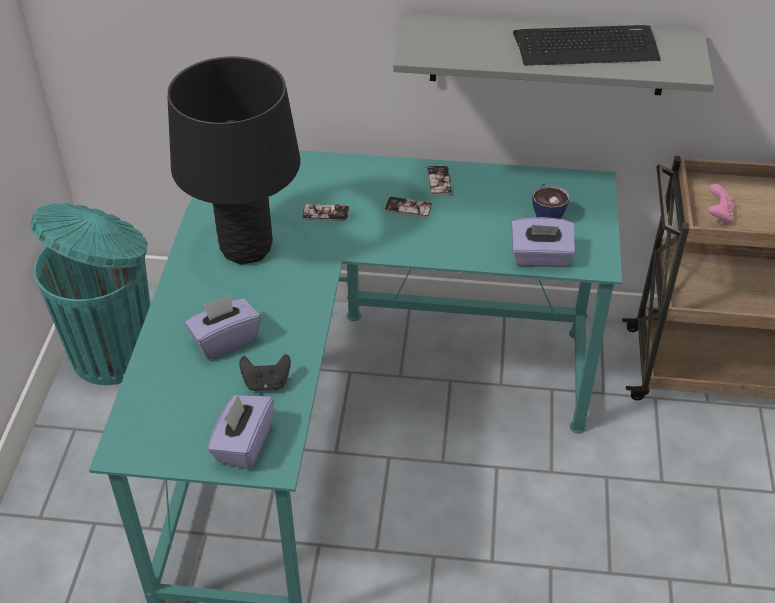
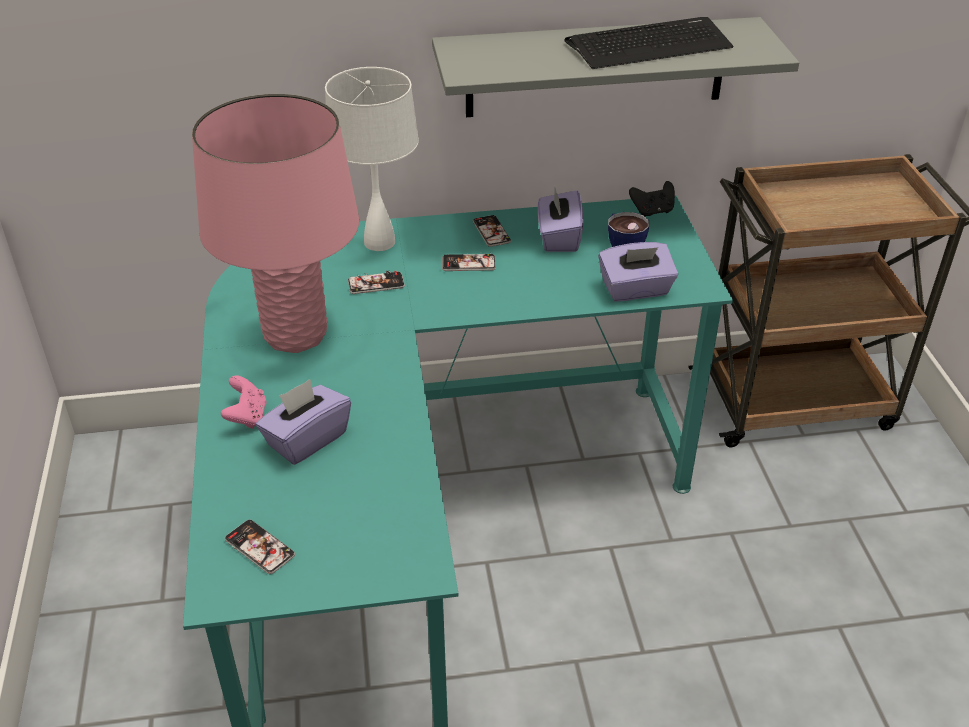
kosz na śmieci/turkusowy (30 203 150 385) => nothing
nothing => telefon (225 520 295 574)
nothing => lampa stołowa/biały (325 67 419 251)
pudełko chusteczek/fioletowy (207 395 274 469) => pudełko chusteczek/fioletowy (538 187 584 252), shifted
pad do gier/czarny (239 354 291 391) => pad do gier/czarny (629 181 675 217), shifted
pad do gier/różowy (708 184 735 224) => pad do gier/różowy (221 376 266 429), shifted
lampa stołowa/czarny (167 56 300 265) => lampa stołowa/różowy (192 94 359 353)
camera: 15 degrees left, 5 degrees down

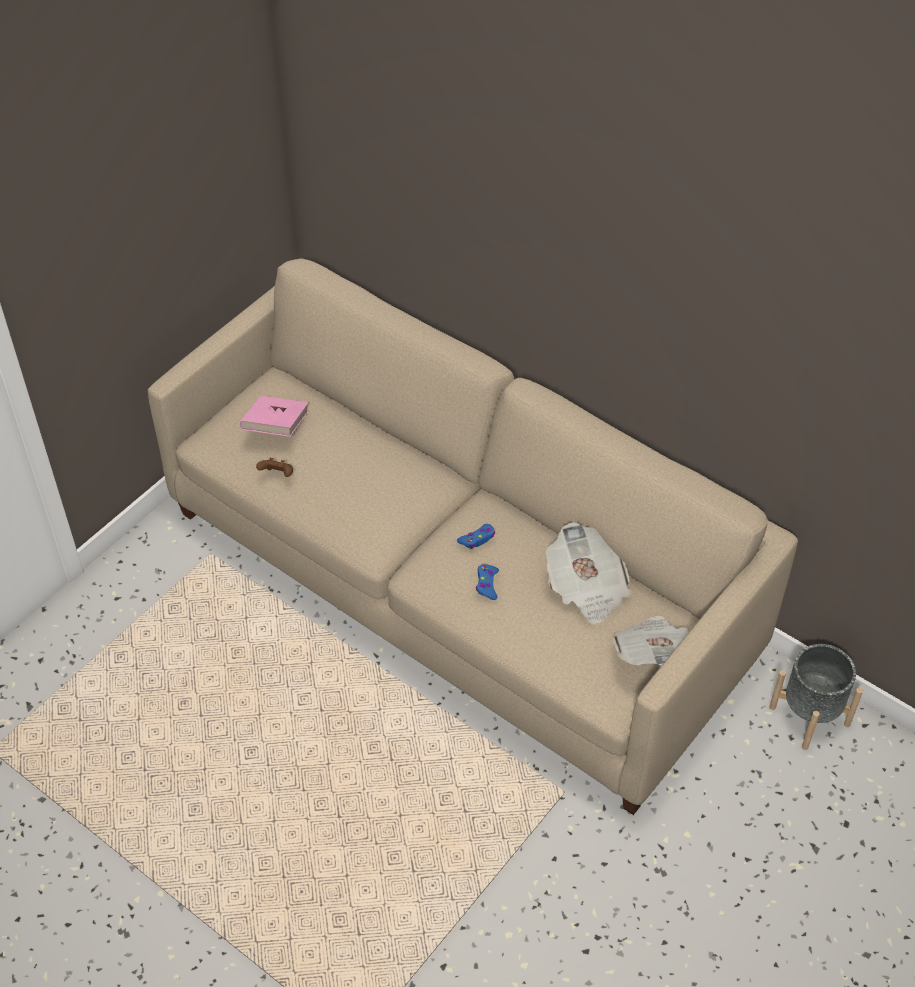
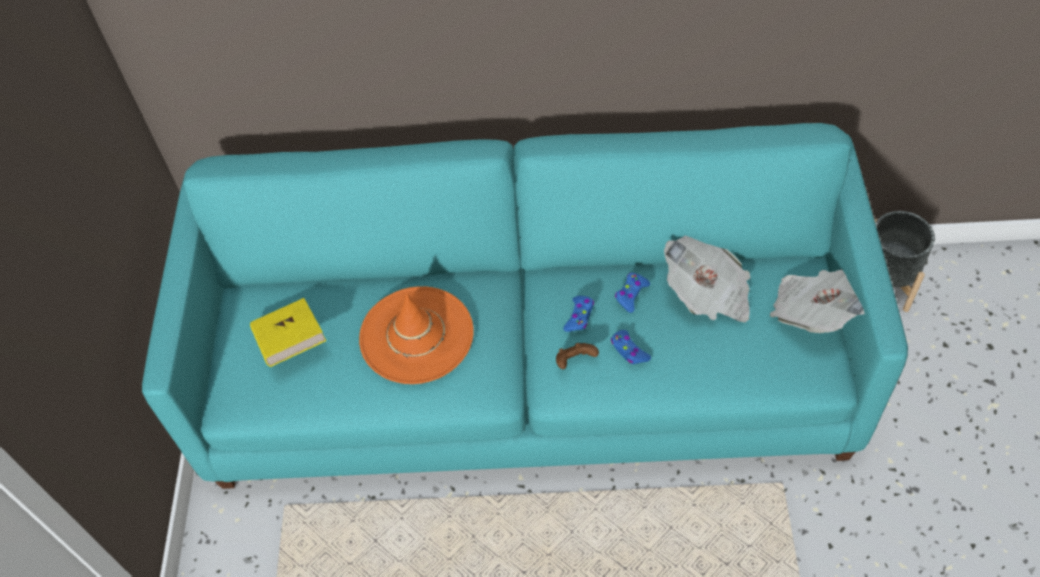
nothing => kapelusz/pomarańczowy (359 286 474 384)
nothing => pad do gier/niebieski (615 273 650 313)
pad do gier/brązowy (256 458 293 477) => pad do gier/brązowy (556 343 599 369), shifted
kanapa/beżowy (148 259 798 815) => kanapa/turkusowy (142 123 908 489)
książka/różowy (239 396 308 437) => książka/żółty (250 298 326 367)
camera: 35 degrees left, 5 degrees up

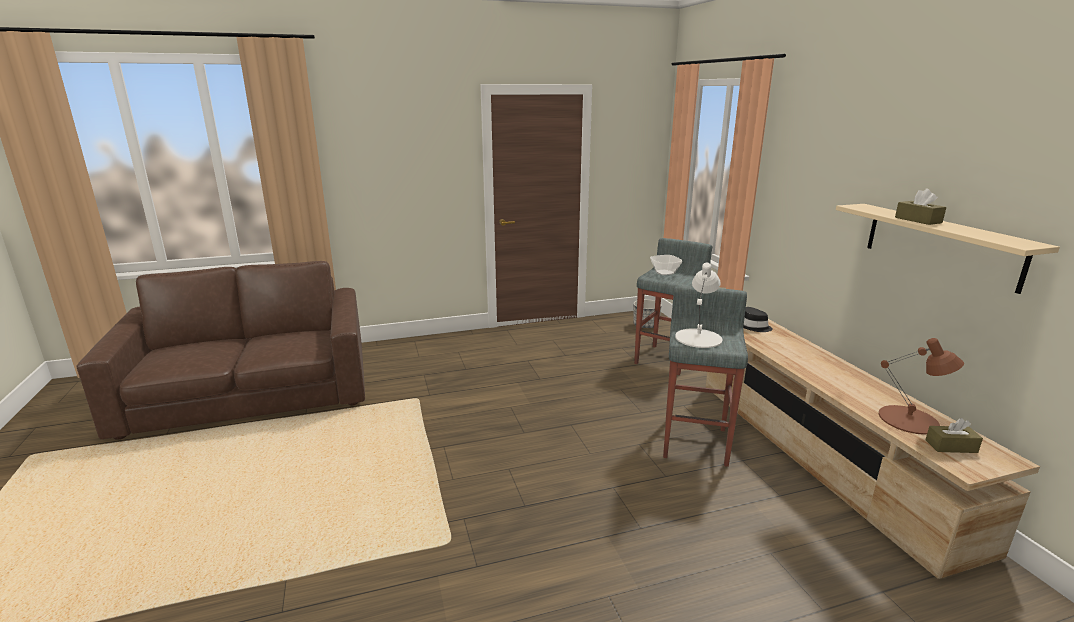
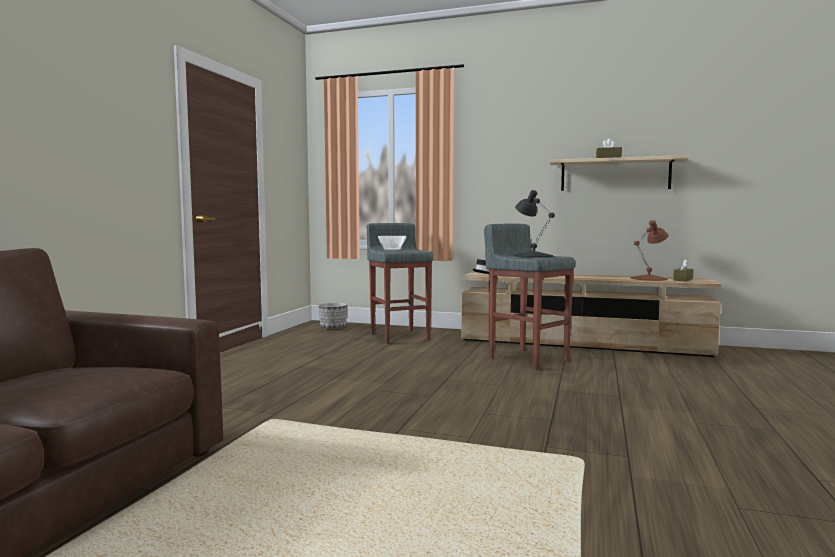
lampa stołowa/biały (675 263 722 348) => lampa stołowa/czarny (514 190 555 258)
camera: 55 degrees left, 15 degrees down

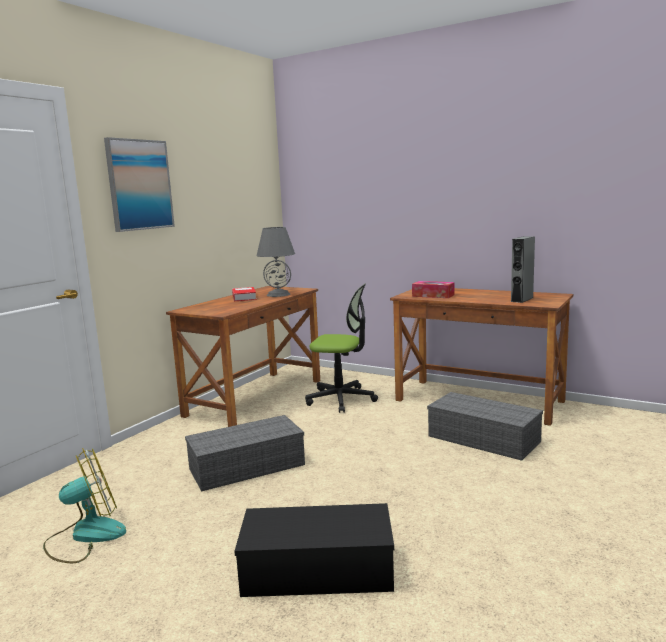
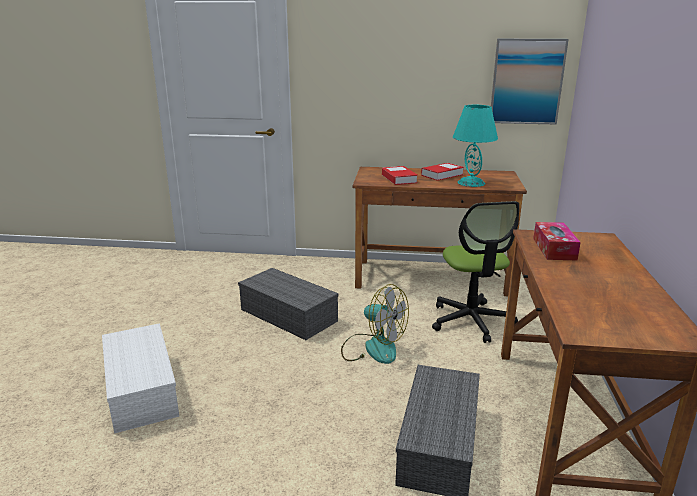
głośnik/szary (511 236 535 303) => nothing
nothing => książka (382 166 418 185)
wentylator (43 448 126 563) => wentylator (341 284 409 364), shifted
obraz (104 137 175 232) => obraz (491 39 569 125), shifted
pojemnik do przechowywania/czarny (234 503 394 597) => pojemnik do przechowywania/biały (102 323 179 434)
lampa stołowa/szary (256 227 295 297) => lampa stołowa/turkusowy (453 105 498 187)
camera: 65 degrees right, 10 degrees up

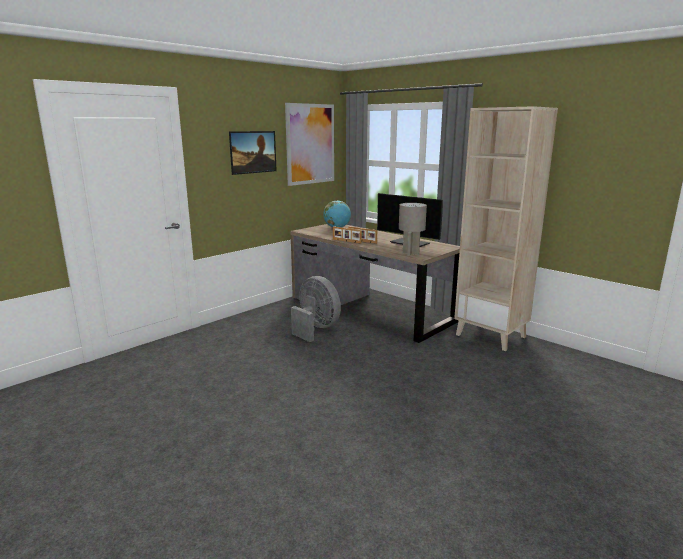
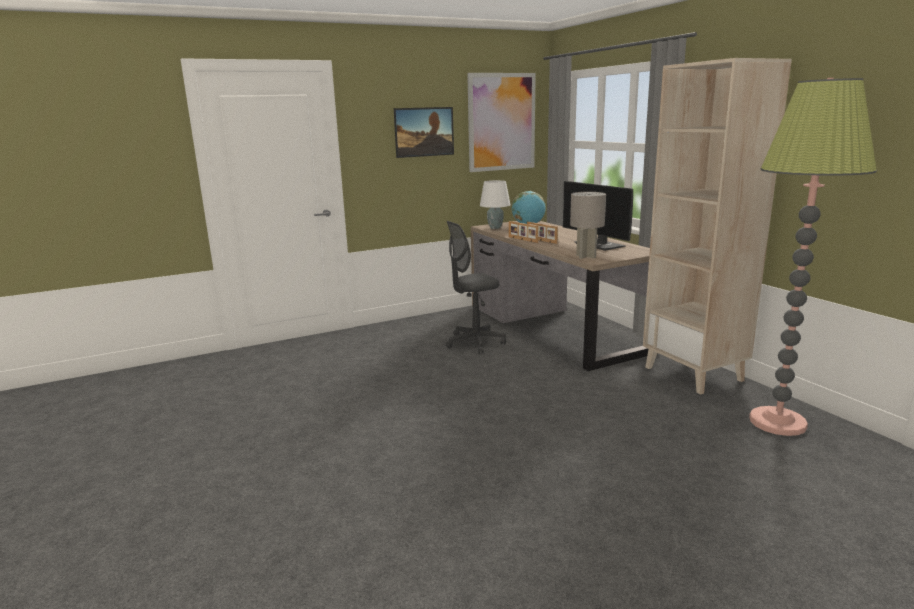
nothing => lampa stołowa/biały (480 180 510 229)
nothing => lampa stojąca (749 78 877 436)
wentylator/szary (291 276 341 342) => krzesło biurowe/szary (446 221 506 354)
camera: 20 degrees right, 0 degrees up

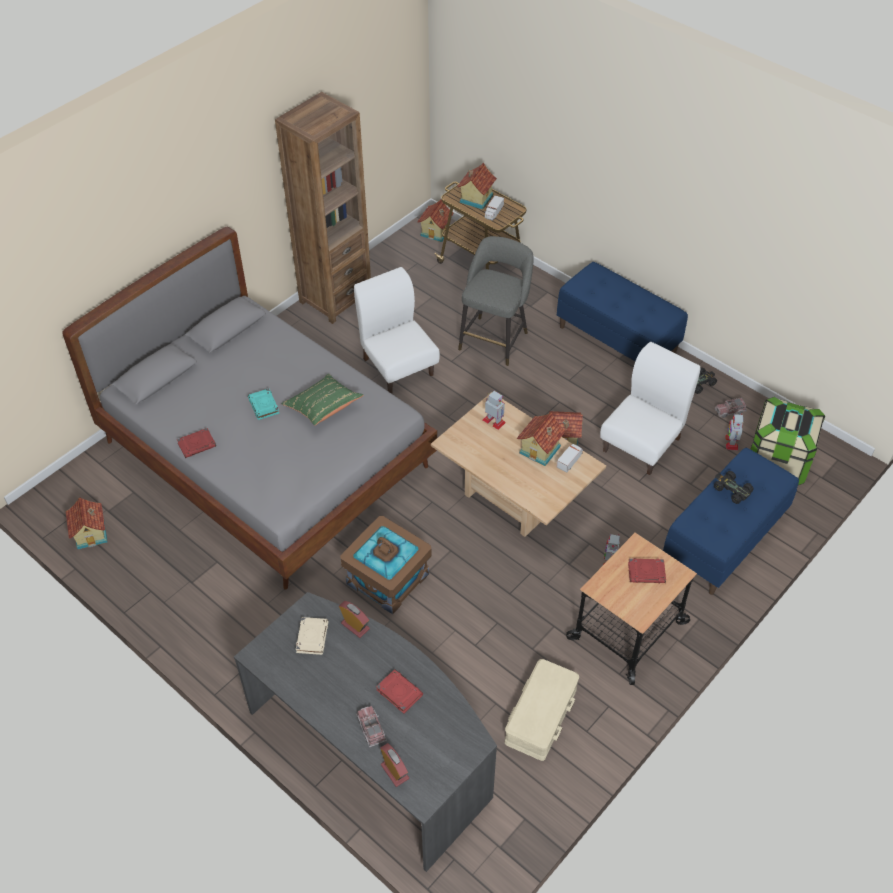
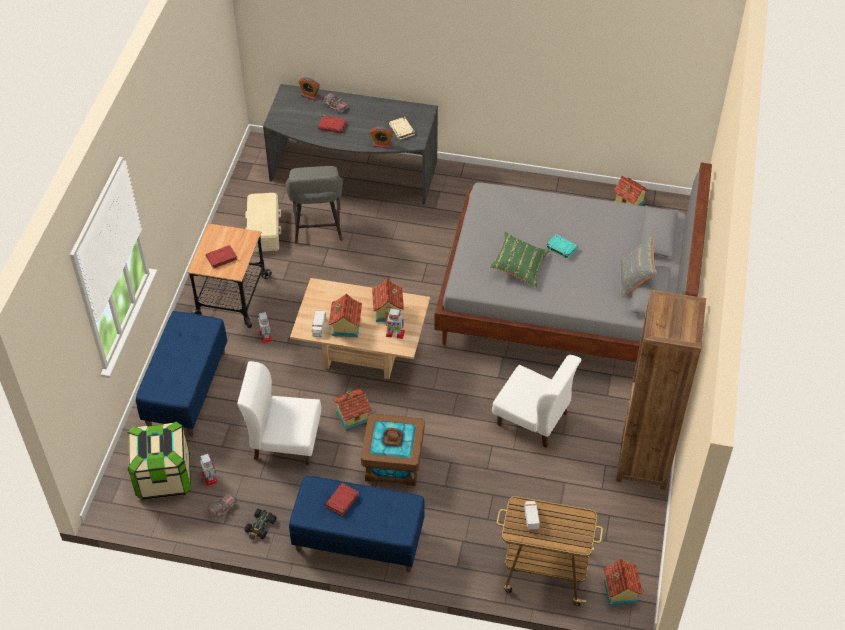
samochodzik/czarny (714 471 753 504) => nothing
nothing => poduszka/szary (621 234 657 298)
książka/czerwony (177 428 216 458) => książka/czerwony (325 483 359 516), shifted
pojemnik do przechowywania/brązowy (340 516 432 614) => pojemnik do przechowywania/brązowy (361 414 425 486), shifted
domek (457 163 497 209) => domek (372 279 404 322), shifted
stołek/szary (458 236 534 366) => stołek/szary (286 166 343 244), shifted
krzesło/biały (600 342 700 475) => krzesło/biały (237 361 321 465), 90 degrees clockwise
camera: 150 degrees right, 0 degrees up

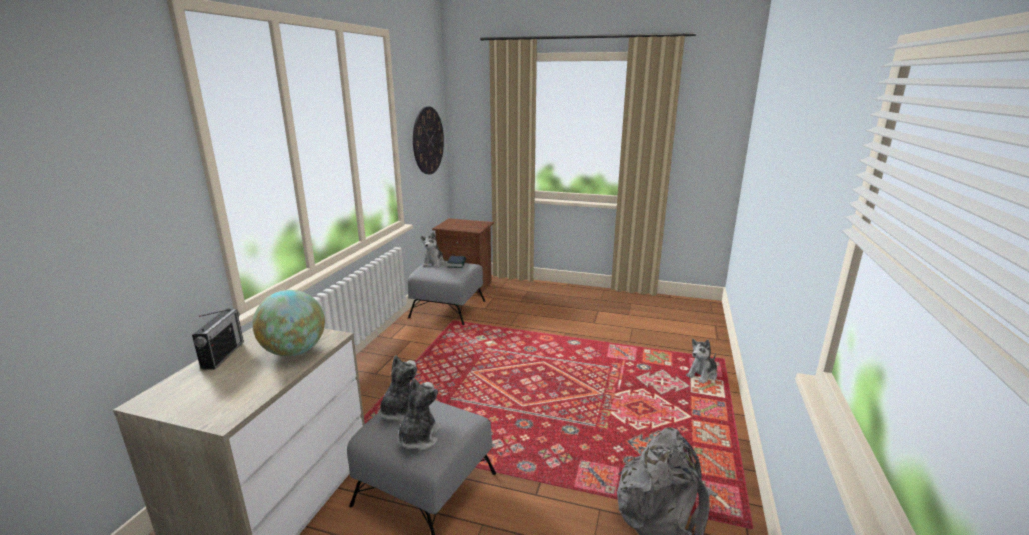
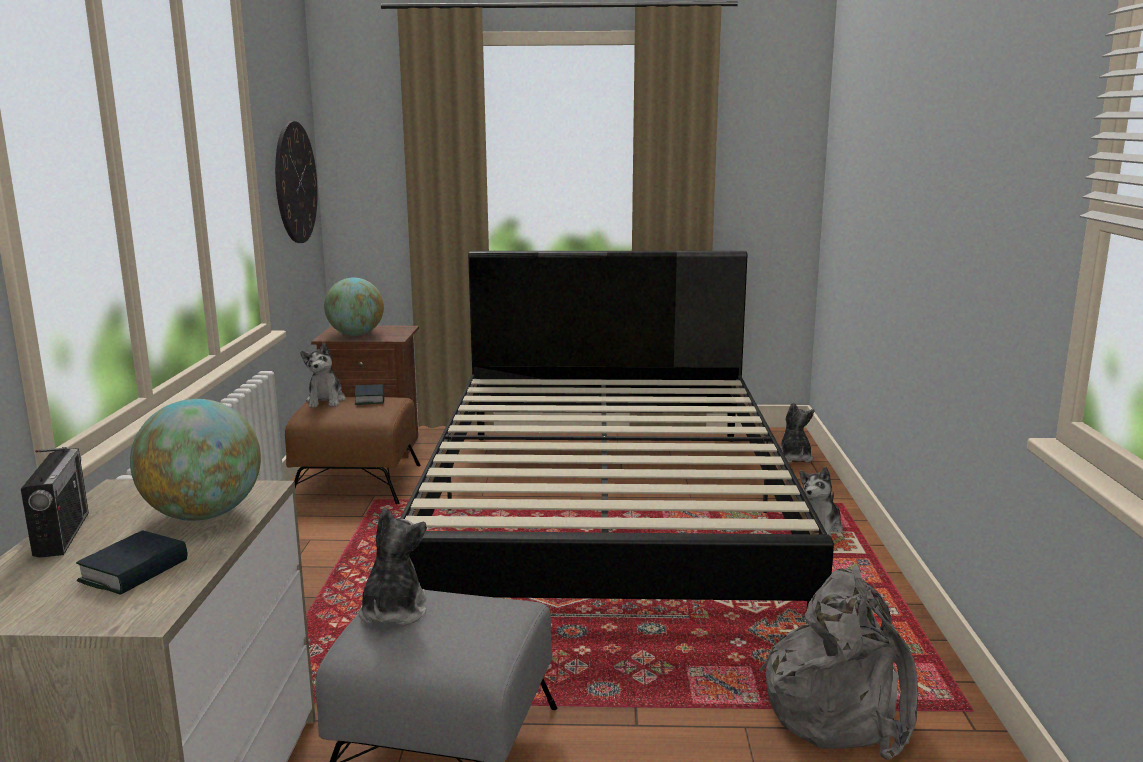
nothing => książka (76 530 187 595)
nothing => globus (324 278 384 336)
nothing => łóżko/czarny (400 251 834 624)
pluszak (397 378 441 450) => pluszak (780 402 815 463), shifted
pufa/szary (408 261 485 325) => pufa/brązowy (285 397 421 504)
camera: 15 degrees left, 5 degrees down

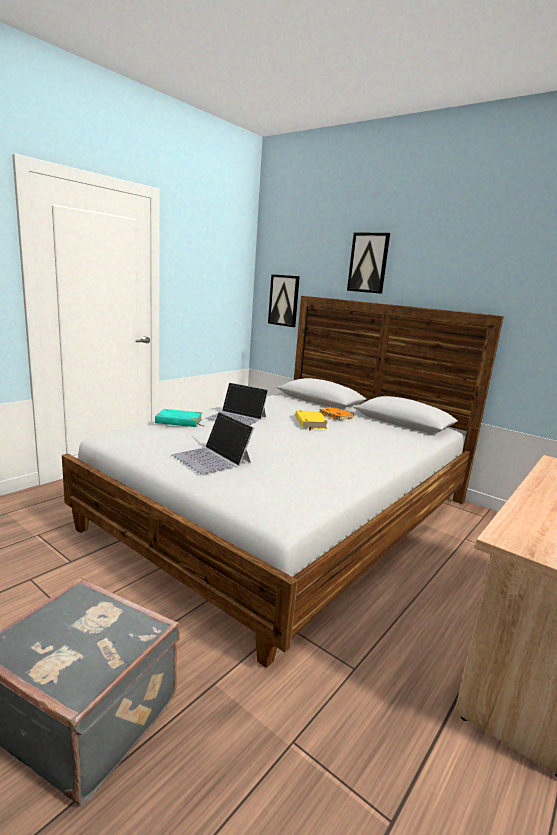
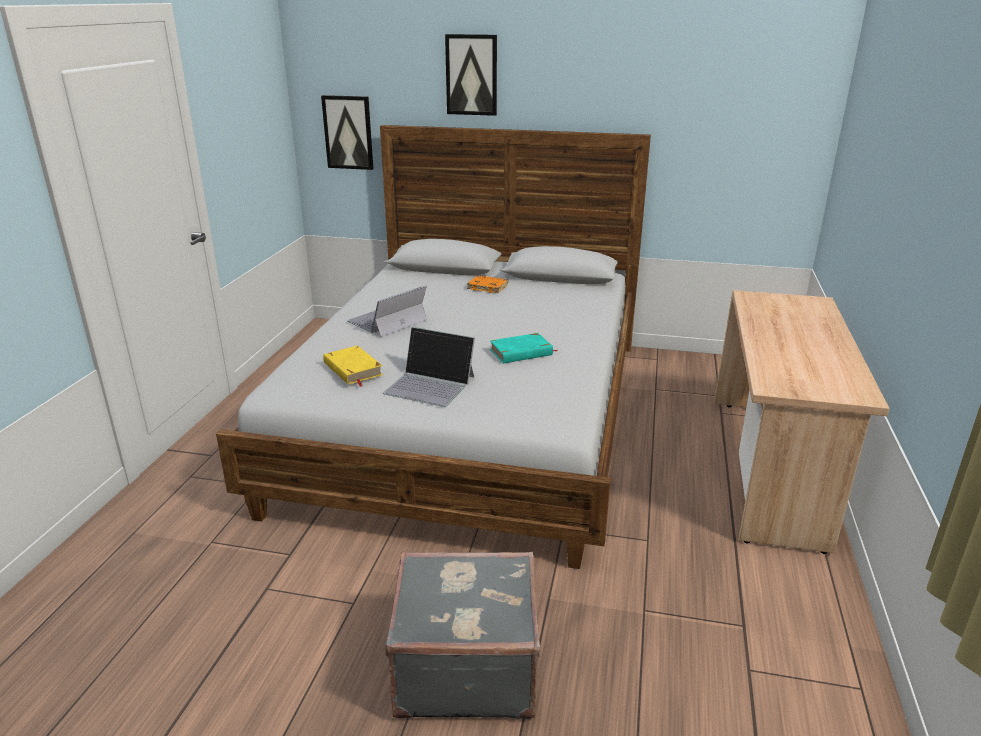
książka/turkusowy (155 409 203 427) => książka/turkusowy (490 333 557 363), shifted
książka/żółty (295 410 328 431) => książka/żółty (323 346 383 387), shifted
laptop (206 383 268 425) => laptop (347 285 427 337), 135 degrees clockwise
camera: 25 degrees left, 10 degrees up

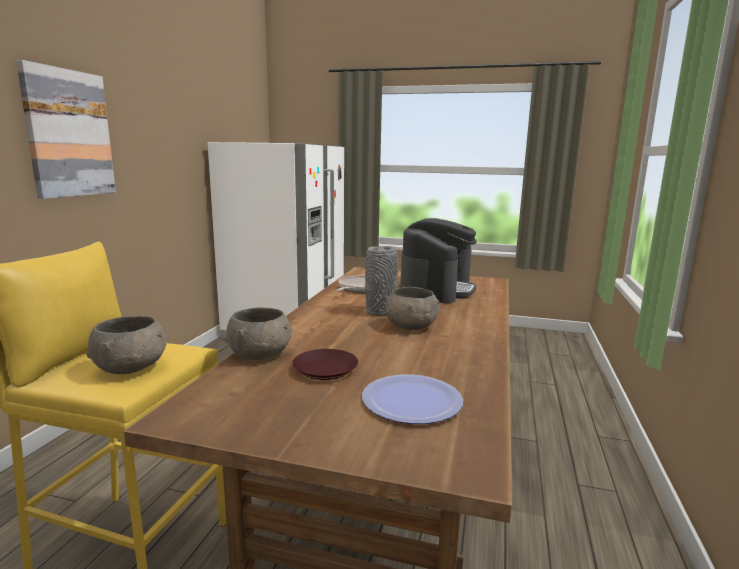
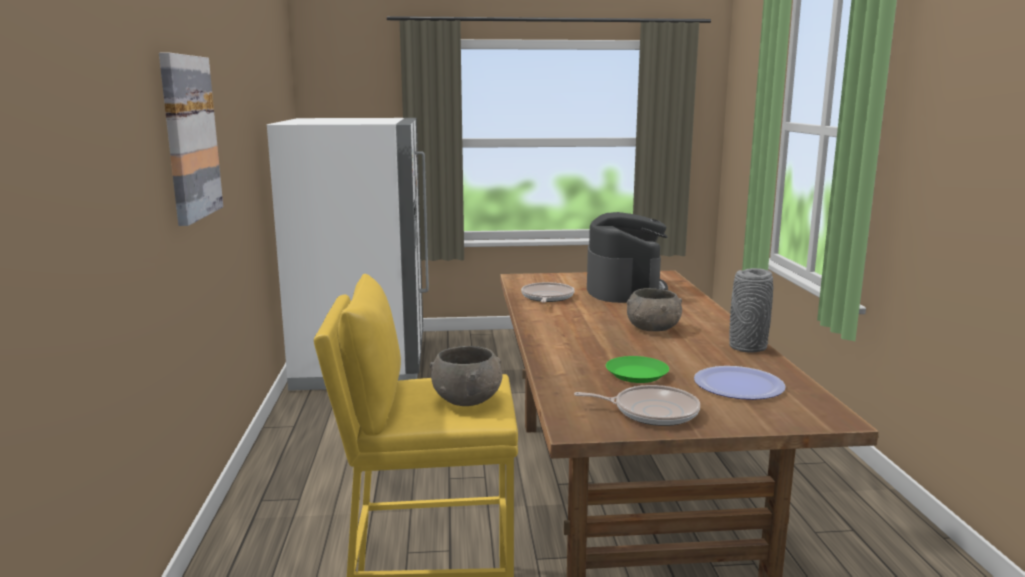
miska/szary (225 307 293 360) => nothing
nothing => patelnia (574 385 700 426)
wazon/szary (365 246 398 316) => wazon/szary (729 268 773 353), shifted
talerz/brązowy (292 349 358 380) => talerz/zielony (606 356 669 383)
camera: 20 degrees left, 0 degrees up

